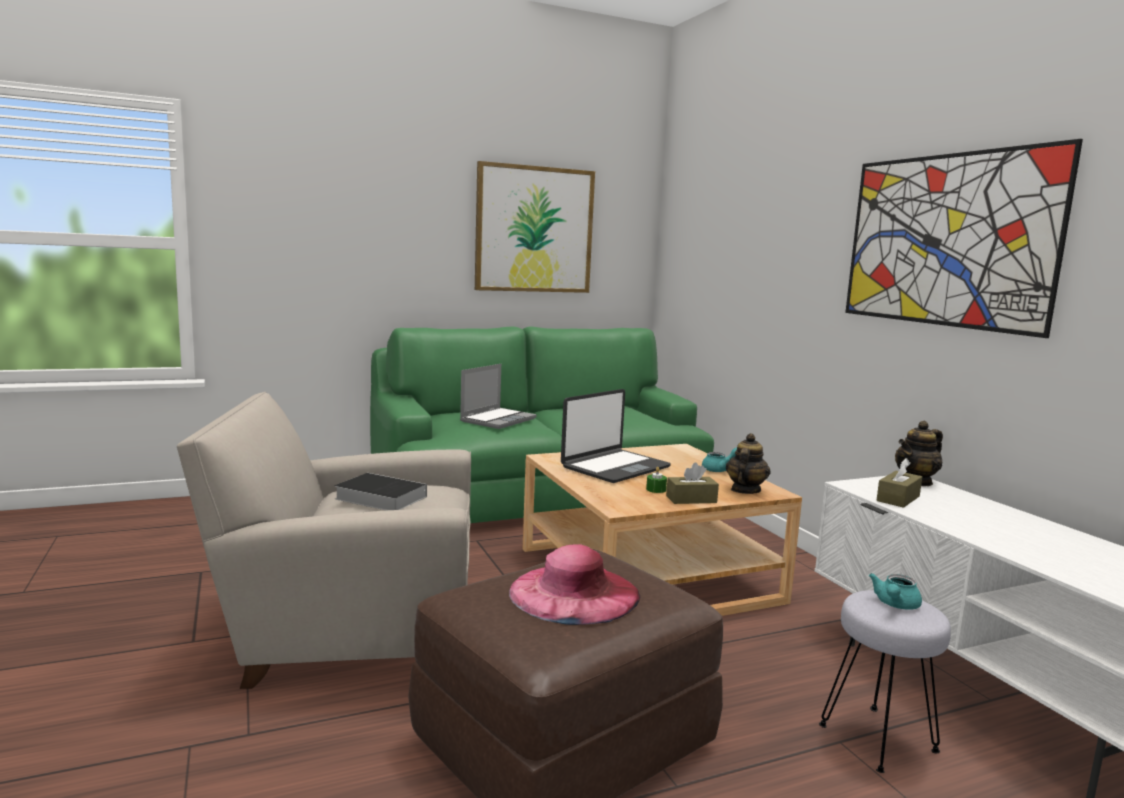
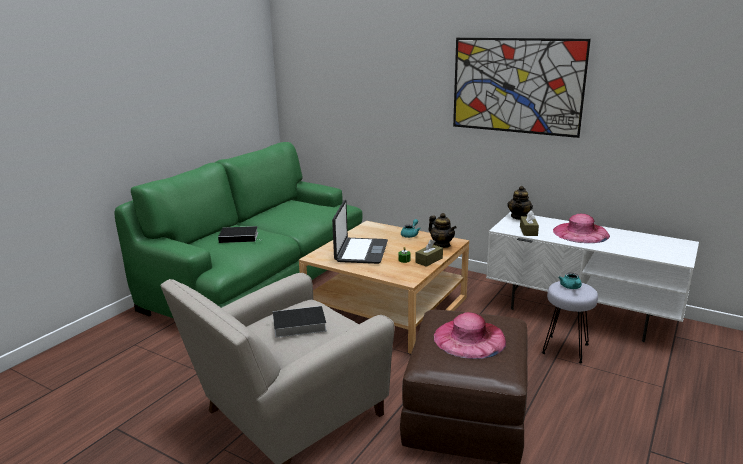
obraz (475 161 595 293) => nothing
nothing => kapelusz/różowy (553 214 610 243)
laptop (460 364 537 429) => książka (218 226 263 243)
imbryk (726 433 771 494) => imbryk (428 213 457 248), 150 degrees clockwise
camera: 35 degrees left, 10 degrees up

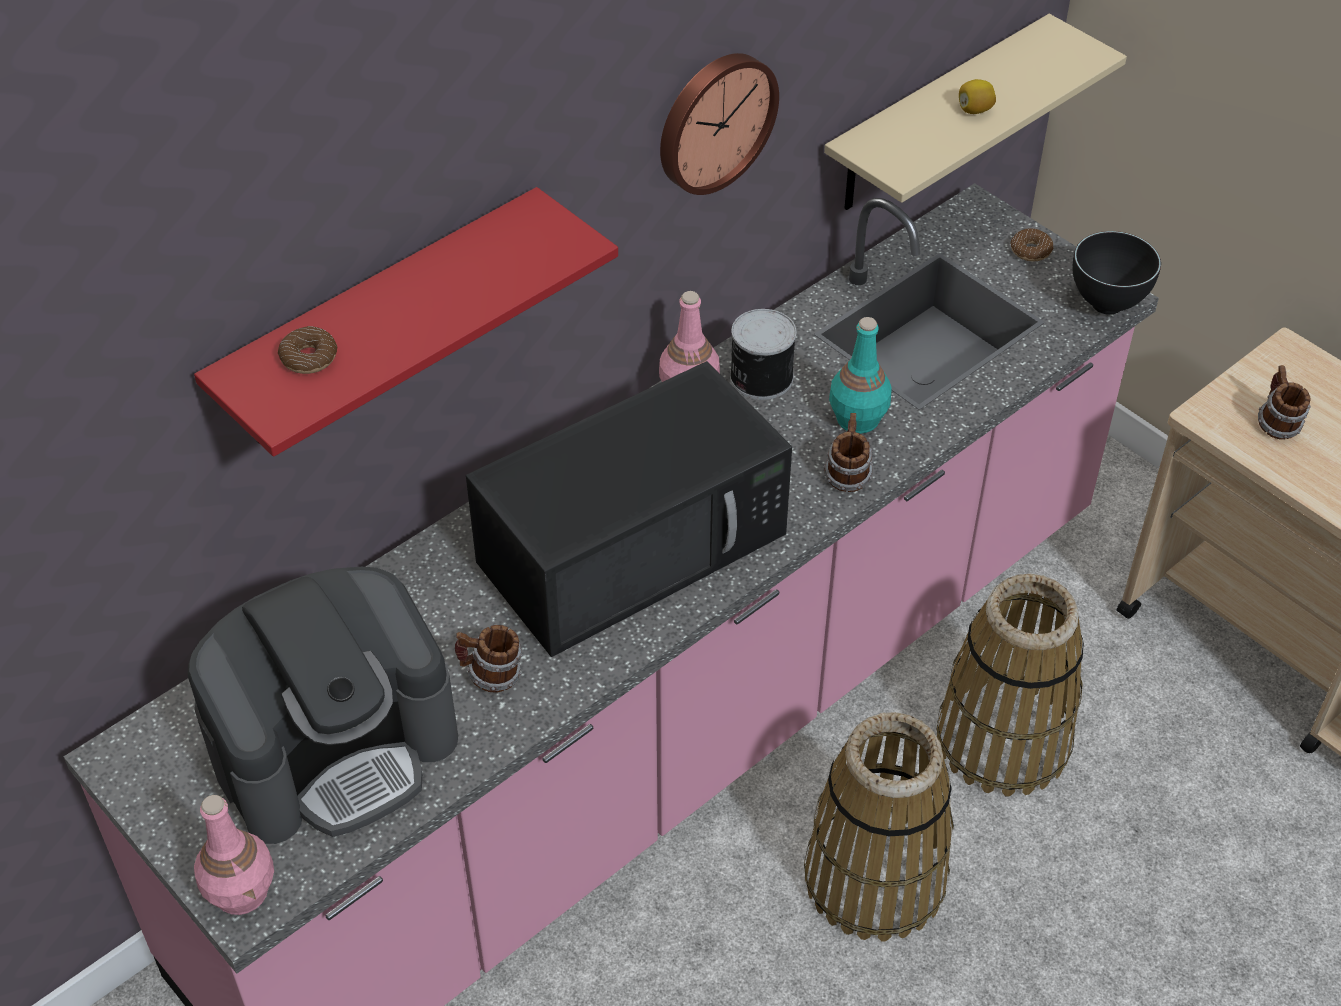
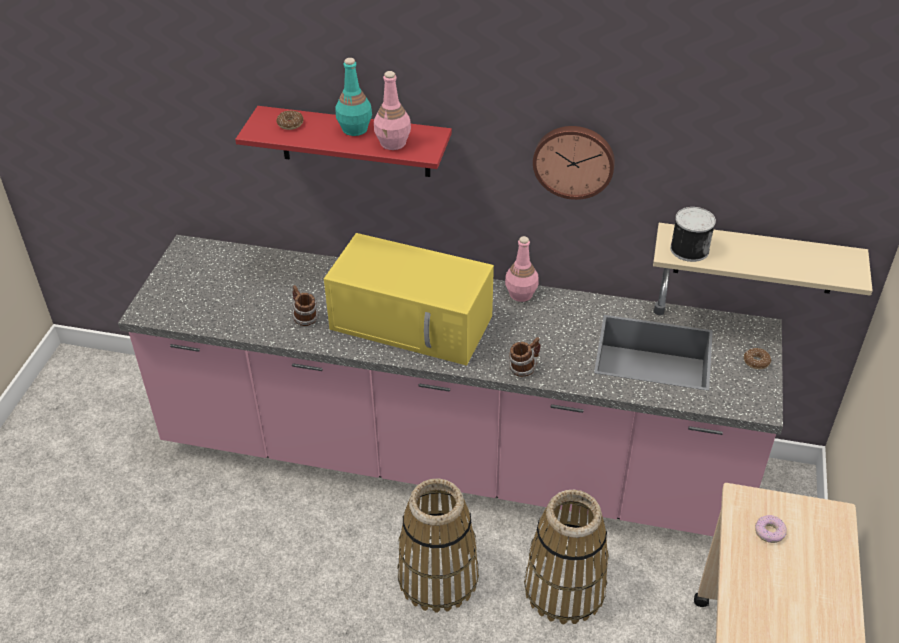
ekspres do kawy (187 567 458 844) => nothing
cytryna (959 79 996 114) => nothing
miska/czarny (1072 231 1161 315) => nothing
butelka/różowy (194 795 274 915) => butelka/różowy (374 71 411 150), shifted
puszka (730 309 796 400) => puszka (670 207 716 262), shifted
butelka/turkusowy (829 317 892 434) => butelka/turkusowy (335 58 372 136), shifted
kubek (1258 365 1311 439) => donut (755 515 787 543)
mikrofalówka/czarny (466 361 792 657) => mikrofalówka/żółty (324 233 494 366)
camera: 55 degrees right, 5 degrees down

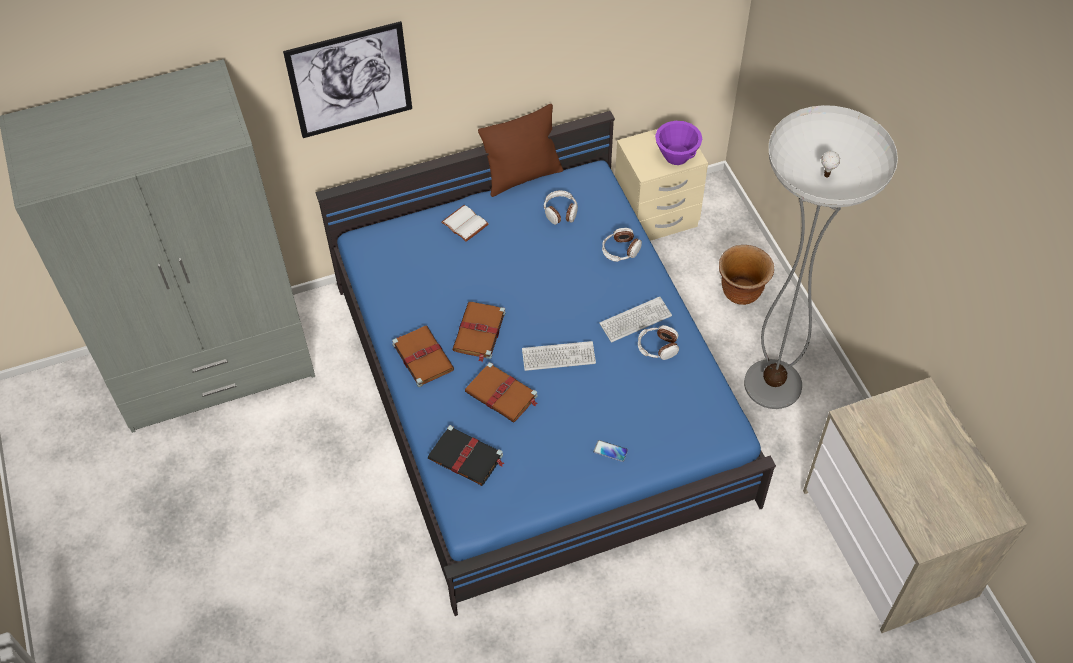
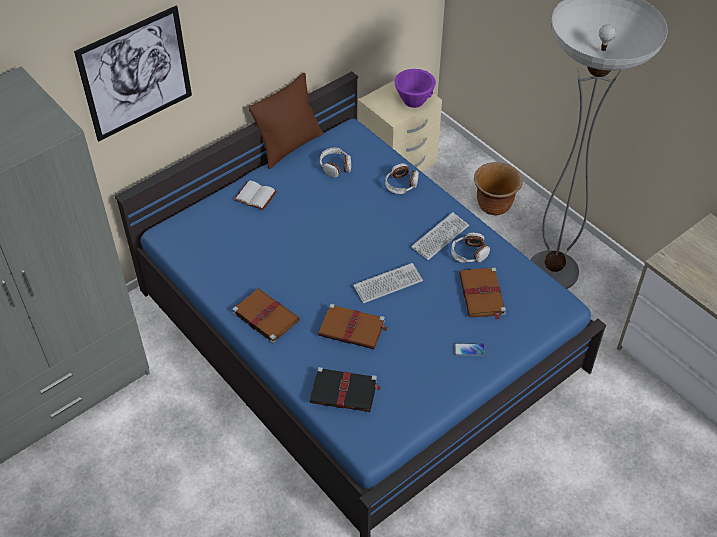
książka/brązowy (452 302 506 362) => książka/brązowy (459 267 506 320), shifted
camera: 20 degrees left, 5 degrees down

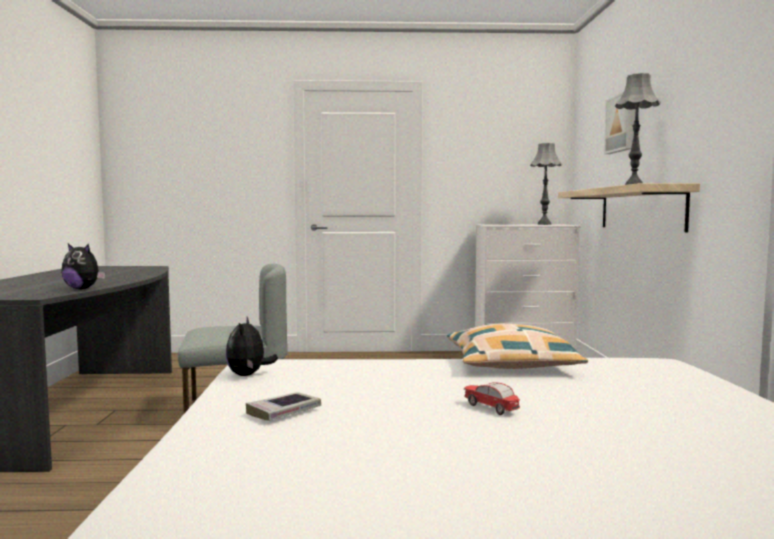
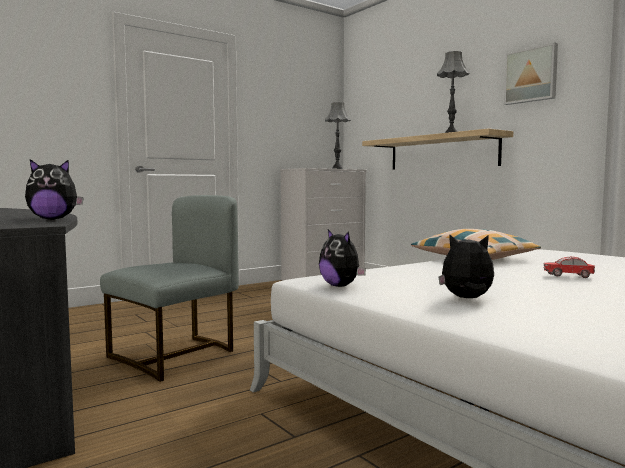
obraz (604 92 635 154) => obraz (504 42 558 105), shifted
książka (246 392 321 421) => pluszak (438 235 494 298)
camera: 35 degrees left, 0 degrees up

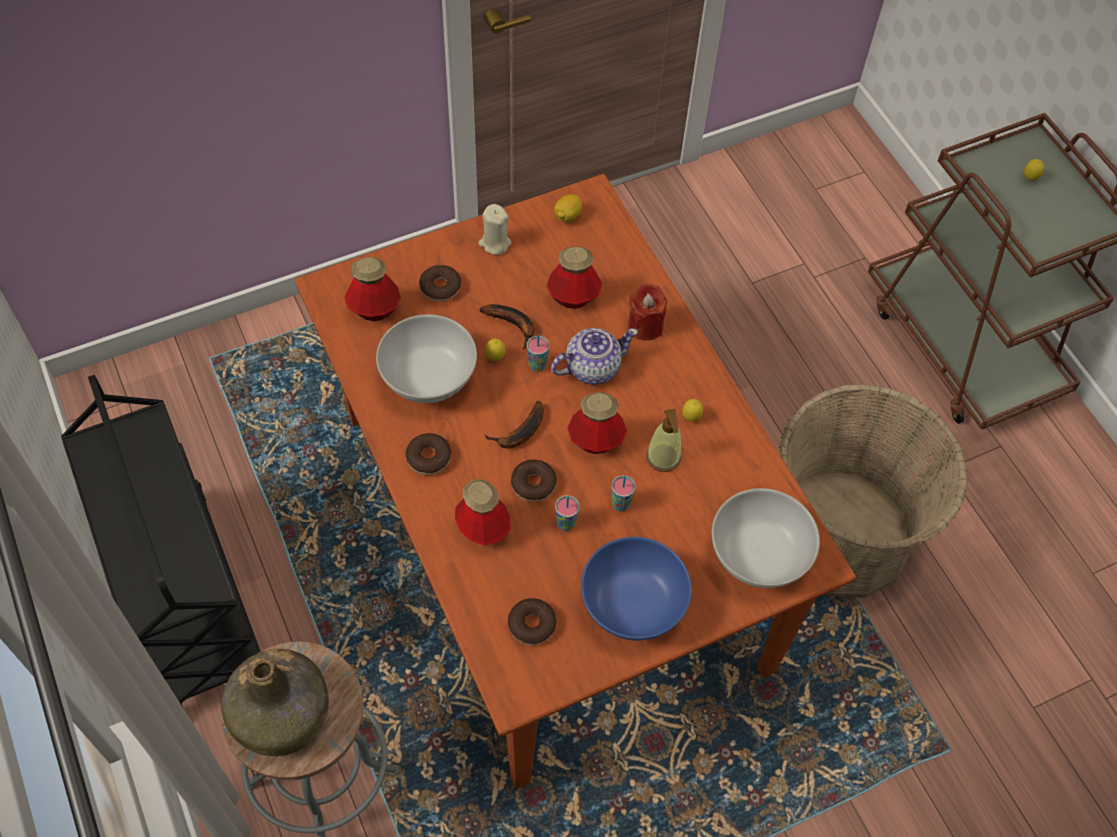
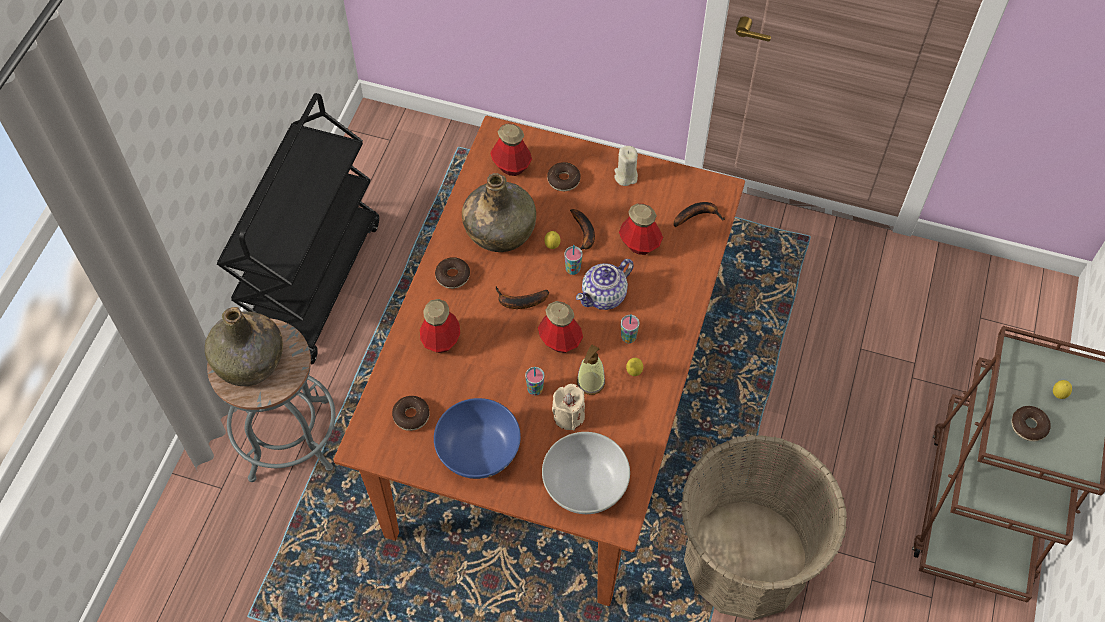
cytryna (554 194 582 222) => nothing
świeca/czerwony (628 284 667 341) => nothing
nothing => świeca/beżowy (552 384 585 431)
nothing => banan (674 202 725 227)
donut (511 459 557 502) => donut (1012 406 1051 441), shifted
filiżanka (555 495 579 531) => filiżanka (621 314 640 343), shifted
miska/biały (376 314 477 403) => butelka/zielony (462 173 536 252)
imbryk (551 328 638 385) => imbryk (576 259 634 310), 120 degrees clockwise
camera: 45 degrees right, 0 degrees up

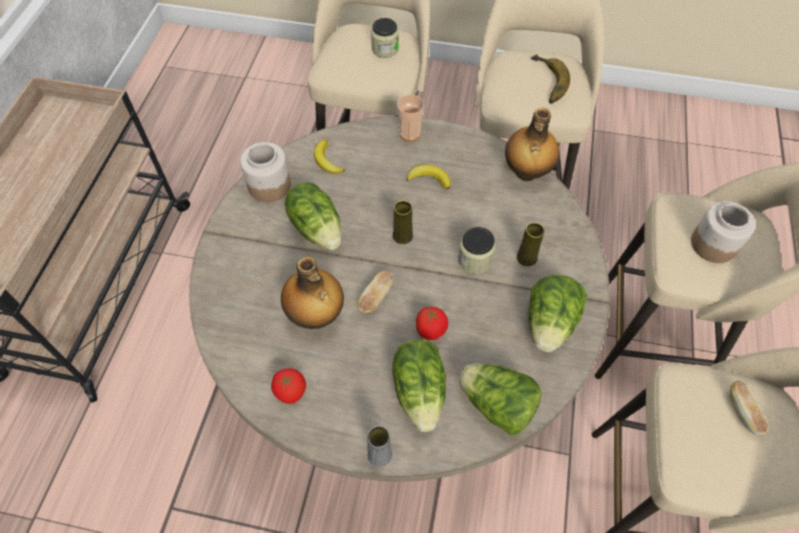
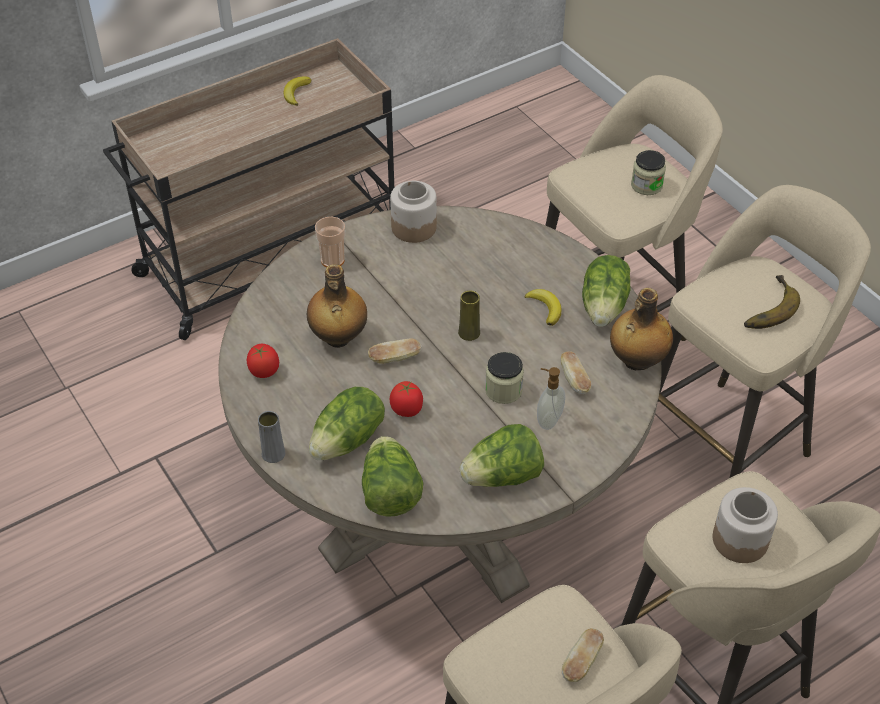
nothing => chleb (561 351 591 394)
sałata (285 182 342 250) => sałata (582 255 630 327), shifted
banan (314 139 345 174) => banan (284 76 311 106), shifted
filiżanka (397 94 424 141) => filiżanka (315 217 345 268), shifted
wazon/żółty (517 223 544 266) => dozownik mydła (537 367 565 430)
camera: 45 degrees right, 10 degrees down

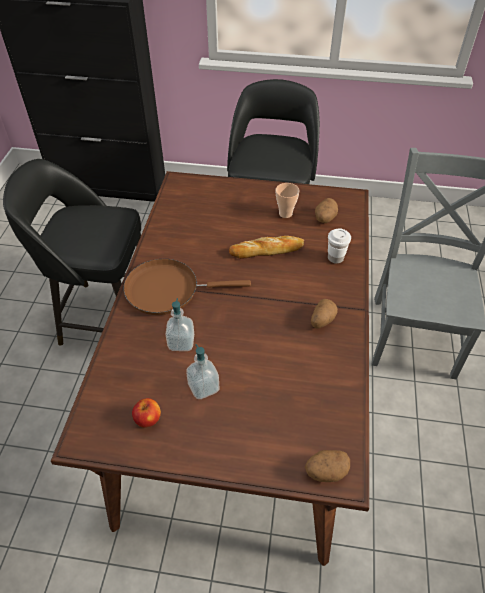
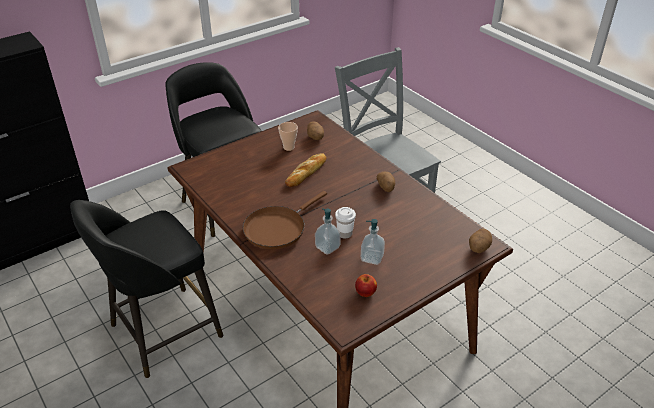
filiżanka/biały (328 228 351 264) => filiżanka/biały (335 207 356 239), shifted
camera: 45 degrees left, 10 degrees down

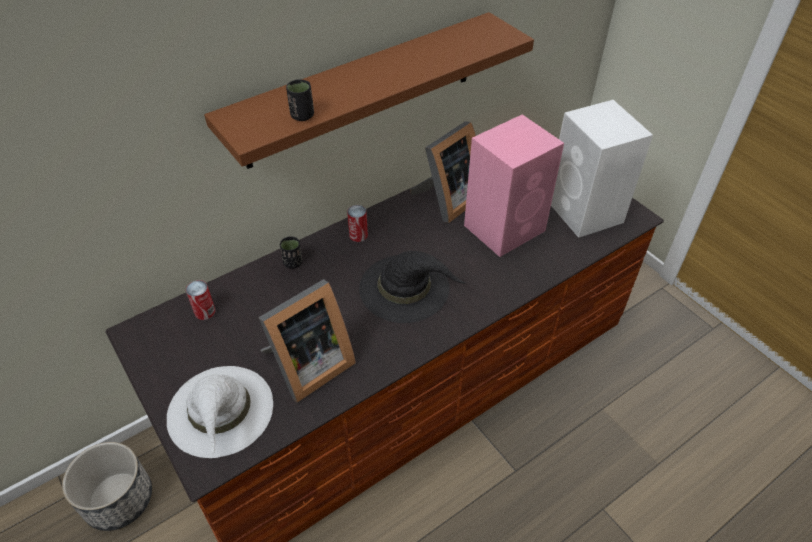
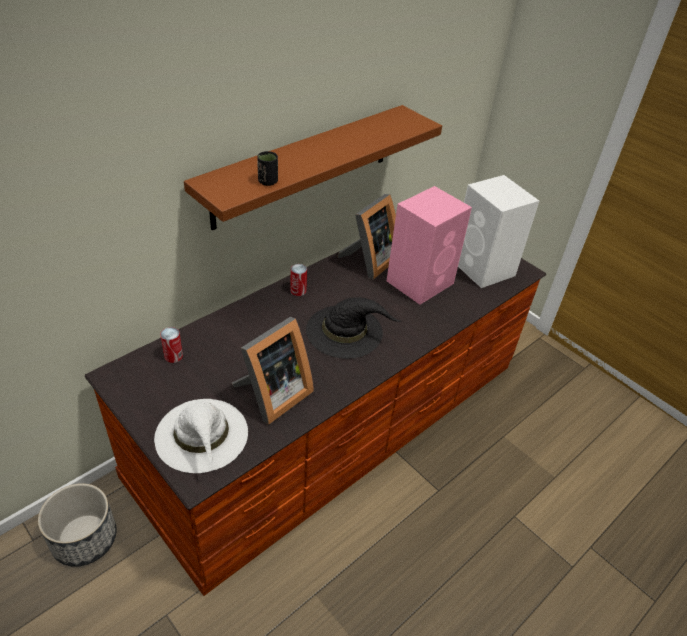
filiżanka/czarny (280 236 302 269) => nothing
camera: 10 degrees left, 5 degrees down

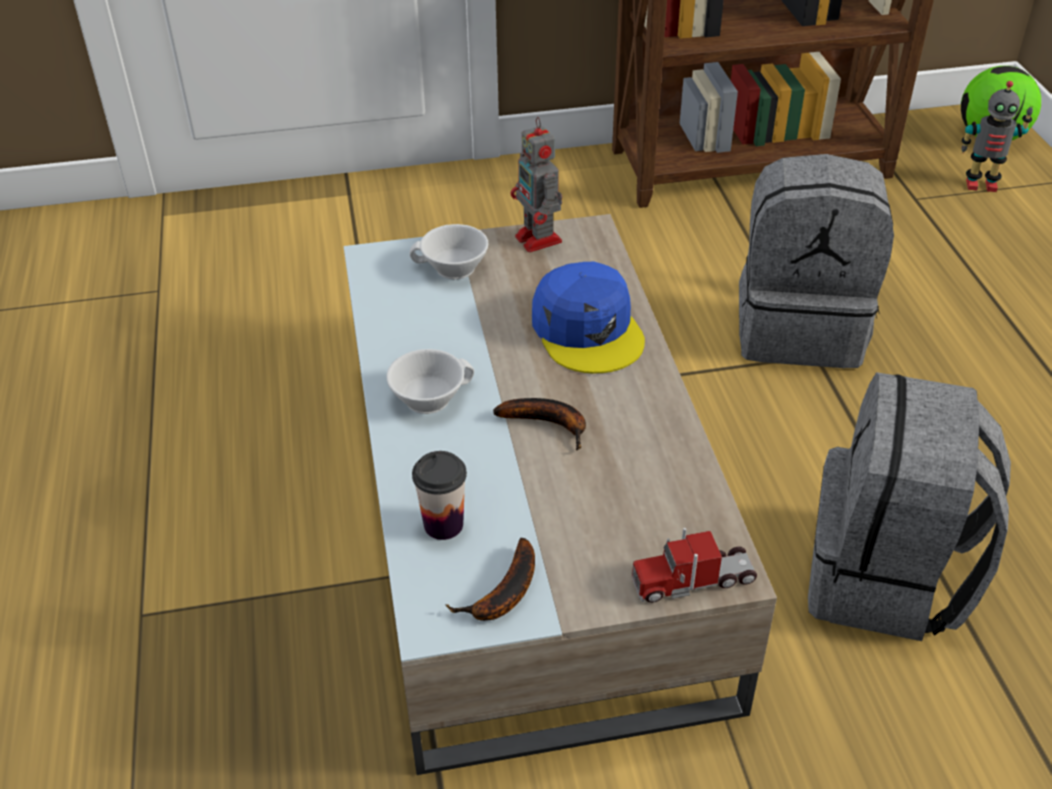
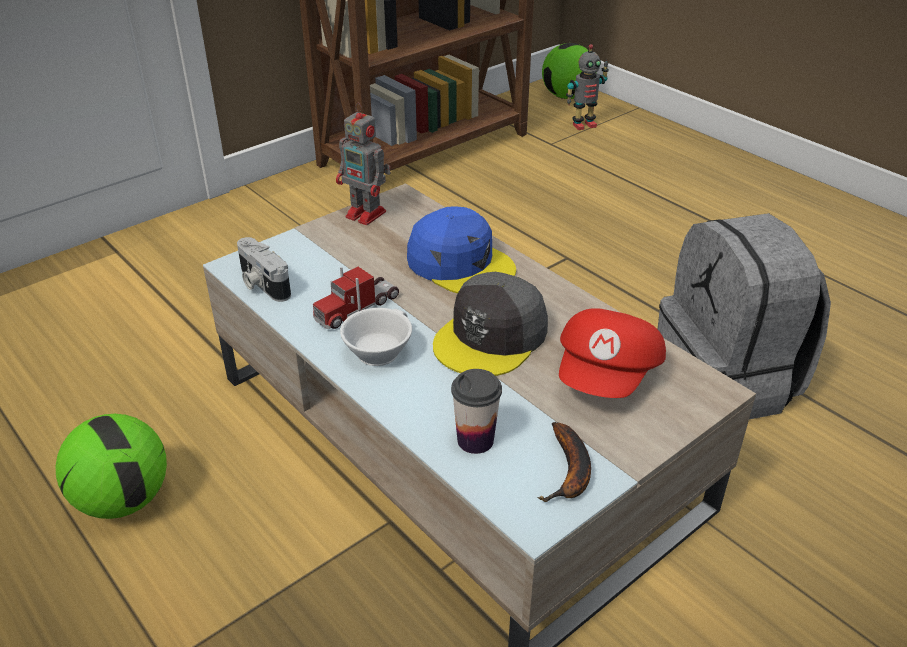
filiżanka/biały (410 224 488 279) => nothing
plecak/szary (739 154 894 368) => nothing
nothing => piłka futbolowa (55 414 167 519)
nothing => aparat fotograficzny (237 237 291 302)
nothing => czapka z daszkiem/czerwony (559 308 666 398)
ciężarówka zabawkowa (632 528 757 603) => ciężarówka zabawkowa (313 267 399 329), shifted
banan (493 398 586 450) => czapka z daszkiem/szary (433 272 548 376)
camera: 30 degrees left, 5 degrees down

